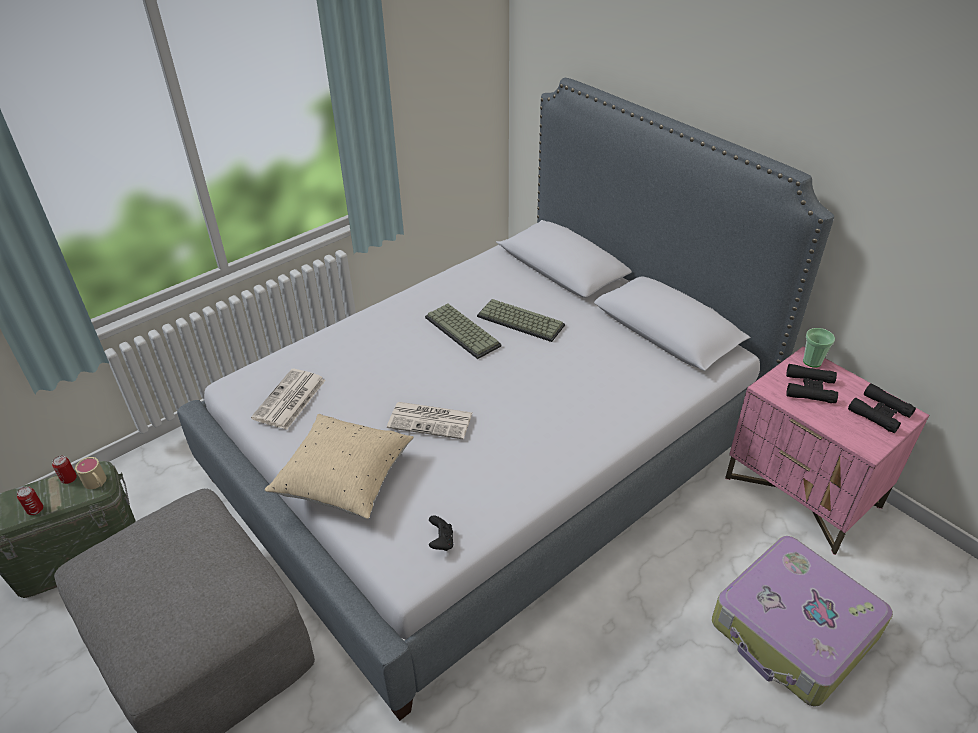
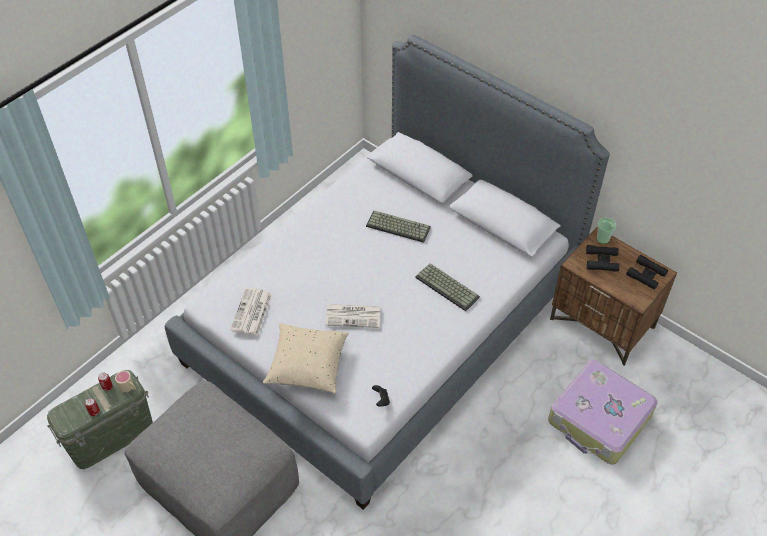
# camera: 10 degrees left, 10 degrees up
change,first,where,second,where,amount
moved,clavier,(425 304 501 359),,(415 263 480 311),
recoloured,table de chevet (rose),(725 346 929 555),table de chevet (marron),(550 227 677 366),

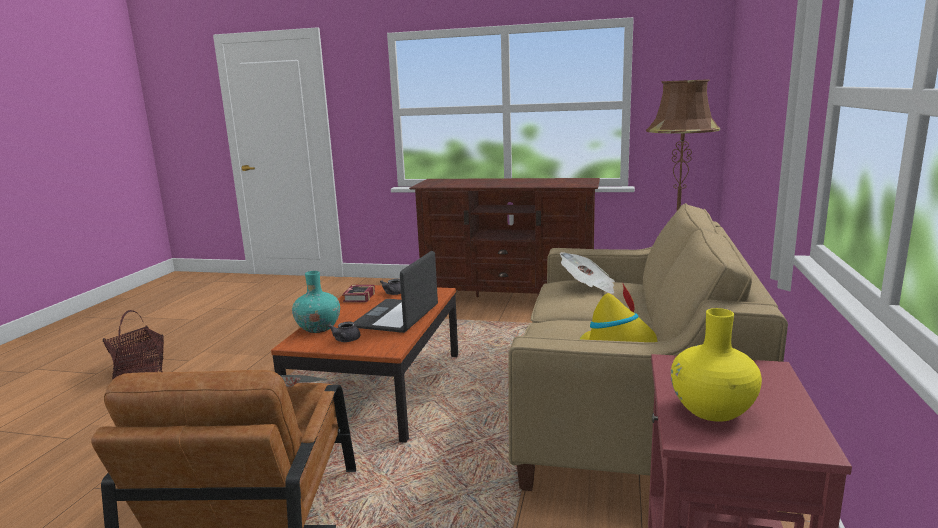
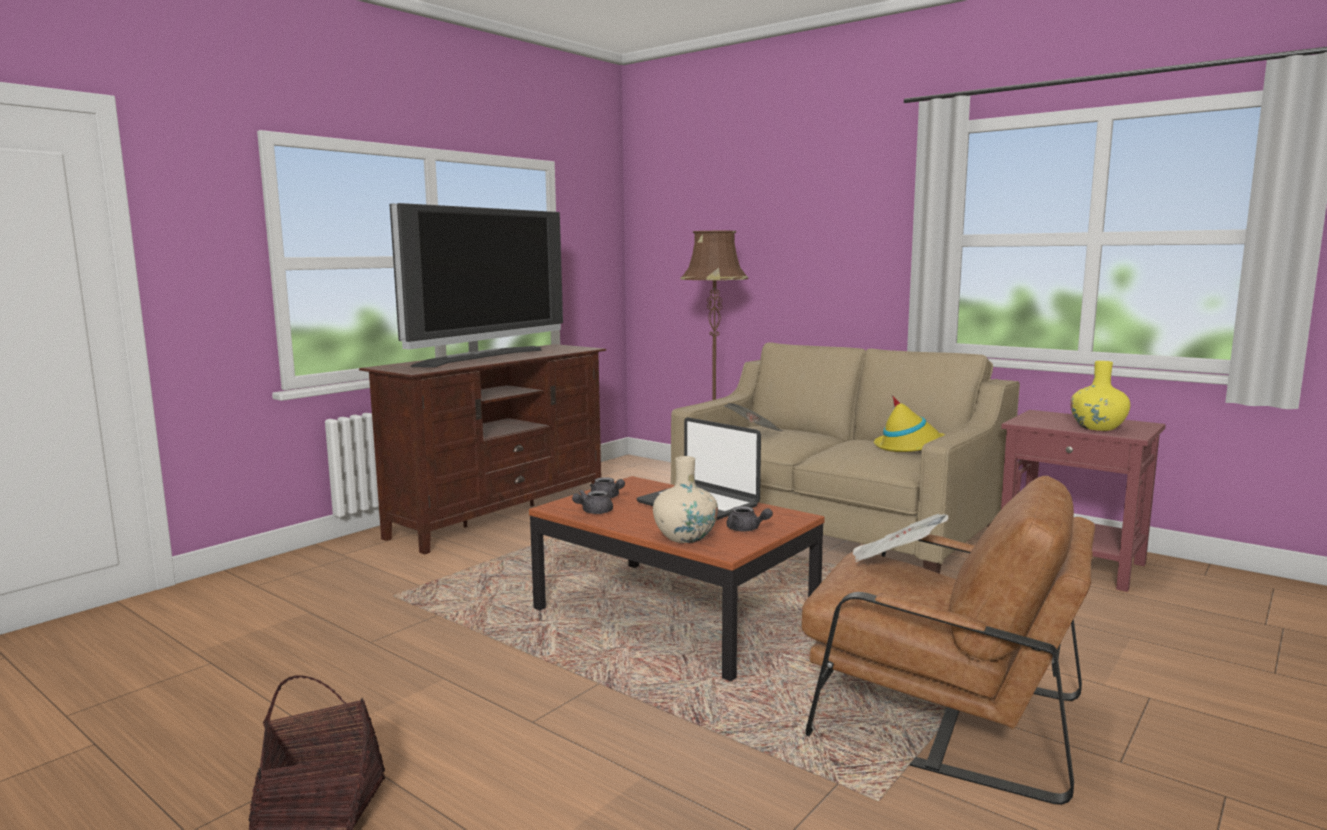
# camera: 65 degrees left, 5 degrees down
change,first,where,second,where,amount
added,,,téléviseur,(390 203 563 368),
replaced,livre,(342 285 375 302),théière (gris),(572 490 613 514),
recoloured,vase (turquoise),(292 271 340 333),vase (beige),(653 456 718 543),

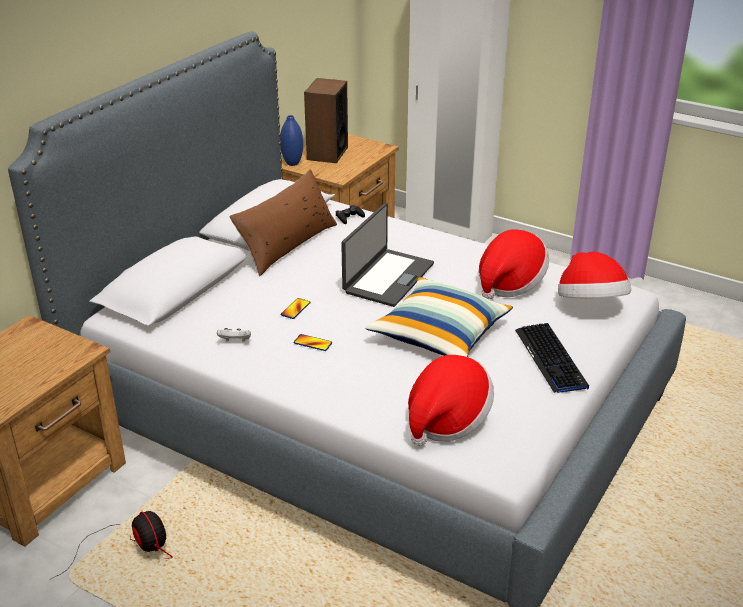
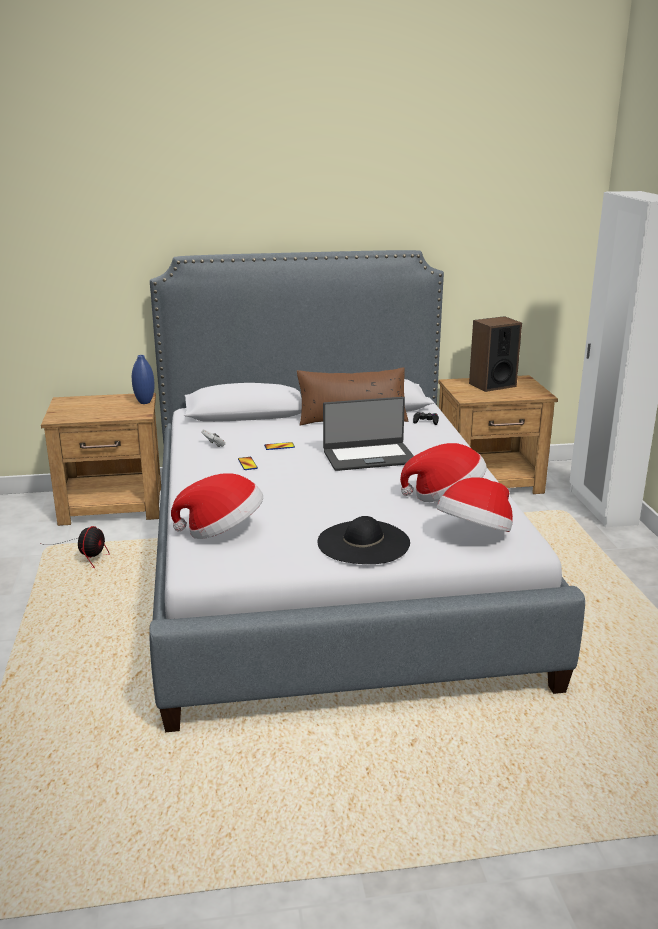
# camera: 50 degrees right, 10 degrees down
change,first,where,second,where,amount
removed,coussin,(365 277 513 357),,,
moved,vase (bleu),(280 115 303 166),,(132 355 155 404),
replaced,clavier,(515 323 589 393),chapeau (noir),(318 516 410 564),

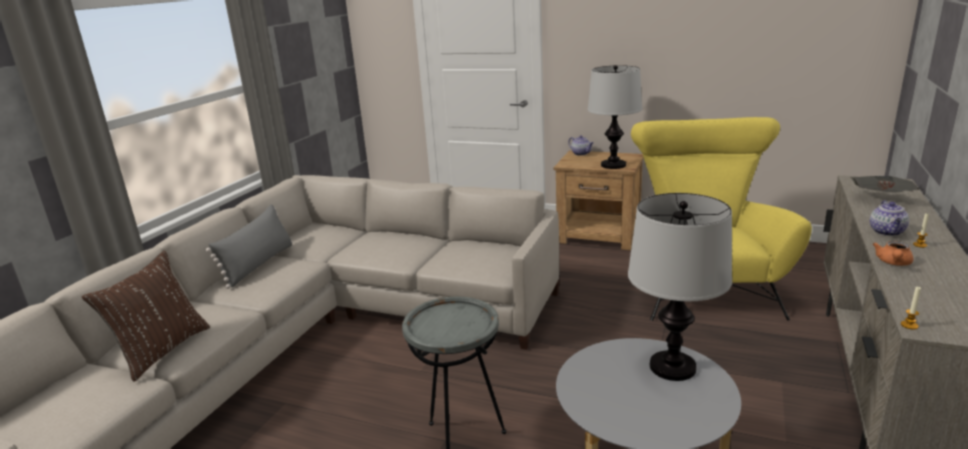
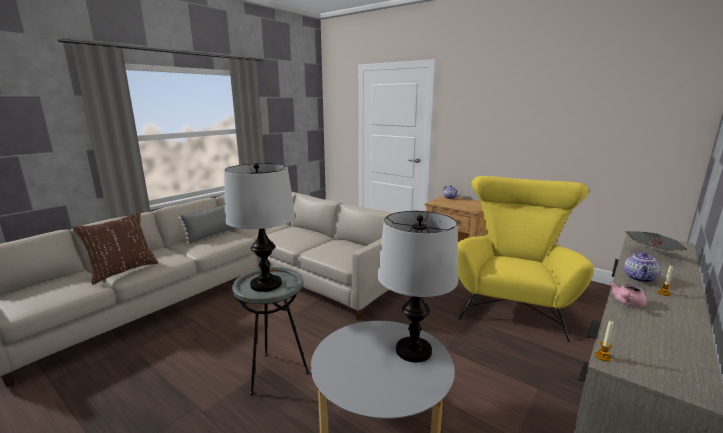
# camera: 15 degrees right, 5 degrees down
change,first,where,second,where,amount
moved,lampe de table,(588 65 642 169),,(224 163 295 292),
recoloured,théière (orange),(872 241 913 266),théière (rose),(609 282 647 307),

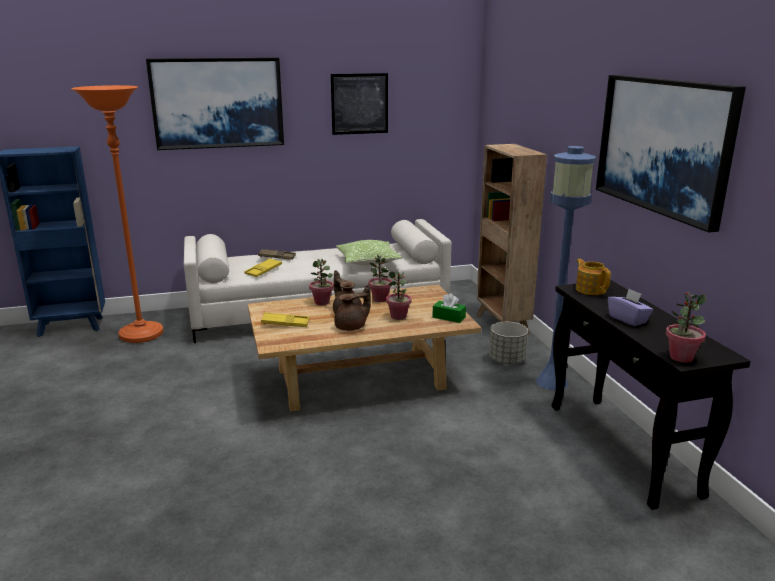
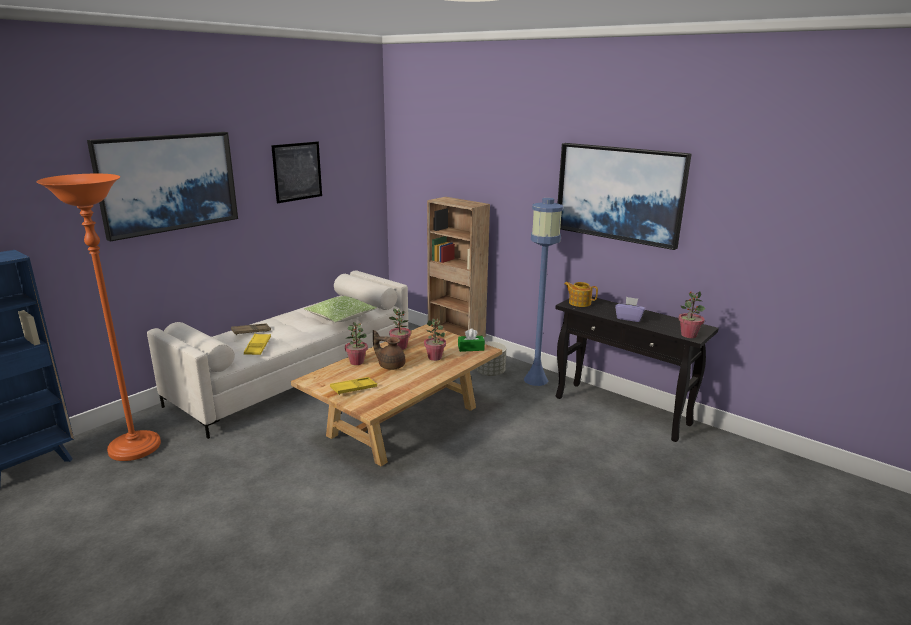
# camera: 35 degrees left, 0 degrees up
change,first,where,second,where,amount
removed,théière (marron),(334 284 371 331),,,

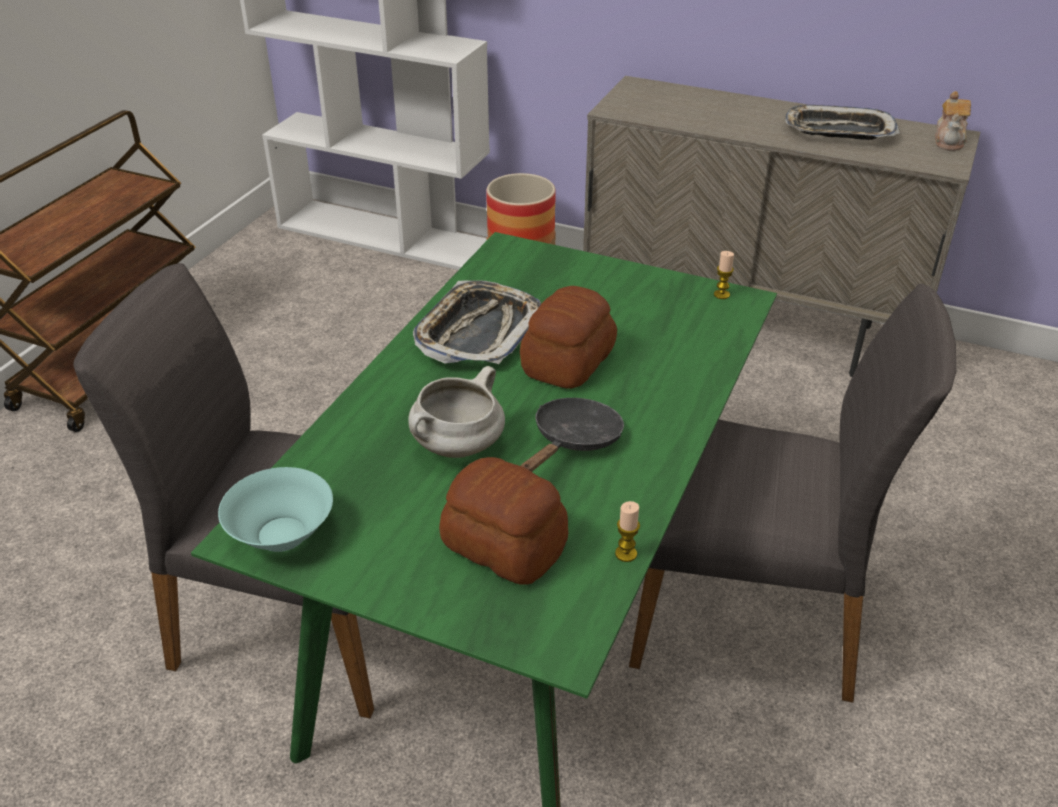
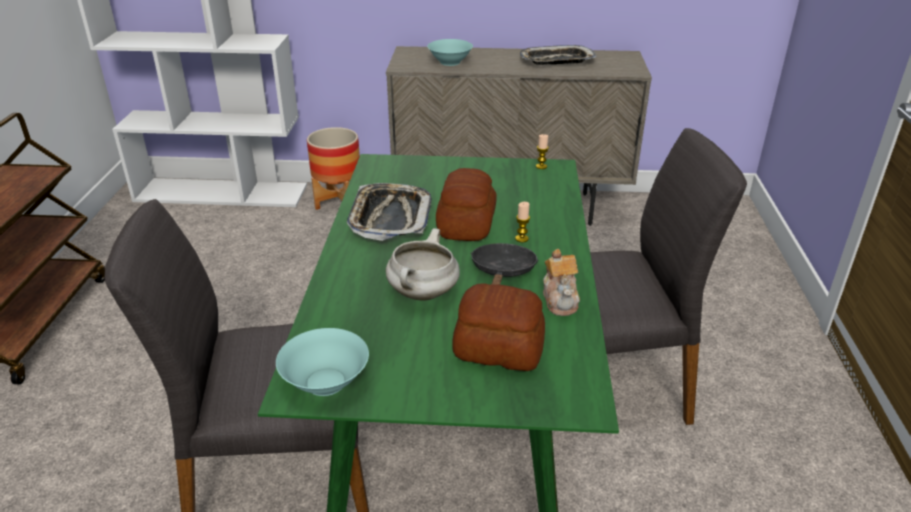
# camera: 20 degrees left, 5 degrees down
change,first,where,second,where,amount
added,,,bol (turquoise),(427 39 473 66),
moved,bougie,(615 501 640 562),,(515 202 530 242),
moved,théière,(935 91 971 151),,(543 249 580 316),

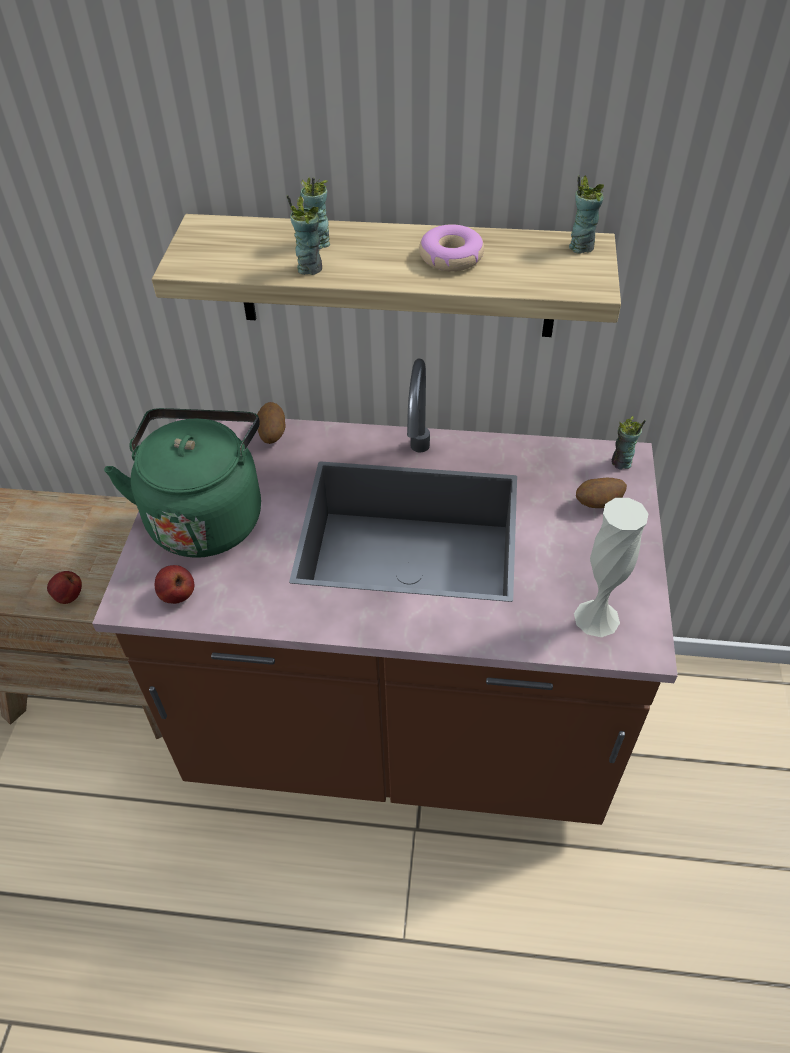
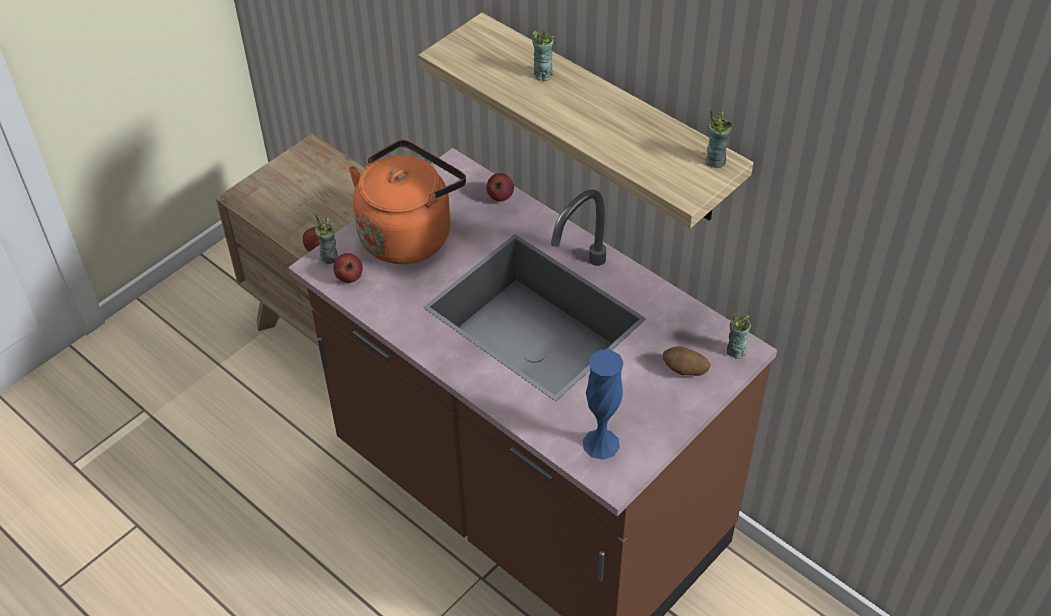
# camera: 35 degrees right, 0 degrees up
change,first,where,second,where,amount
removed,beignet,(419 224 484 271),,,
moved,tasse,(287 194 322 275),,(315 215 338 264),
replaced,pomme de terre,(257 402 285 444),pomme,(486 173 514 202),
recoloured,bouilloire (vert),(104 408 261 558),bouilloire (orange),(349 140 466 264),
recoloured,vase (blanc),(574 498 649 637),vase (bleu),(583 350 623 460),

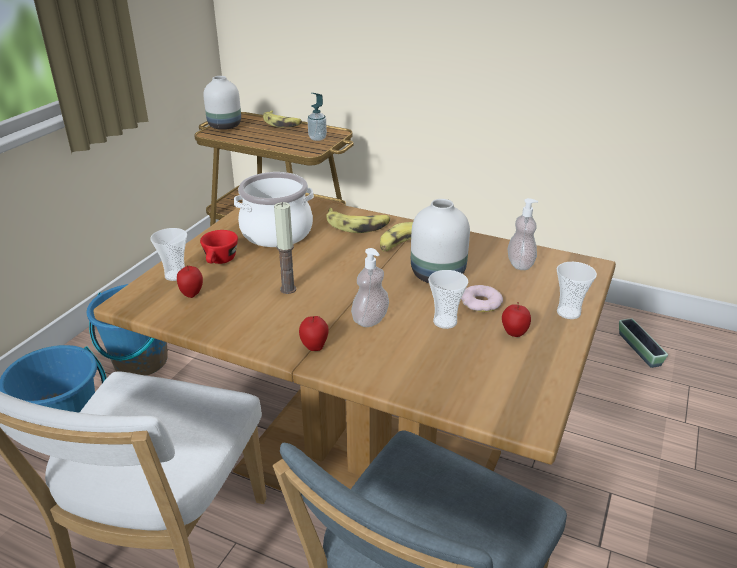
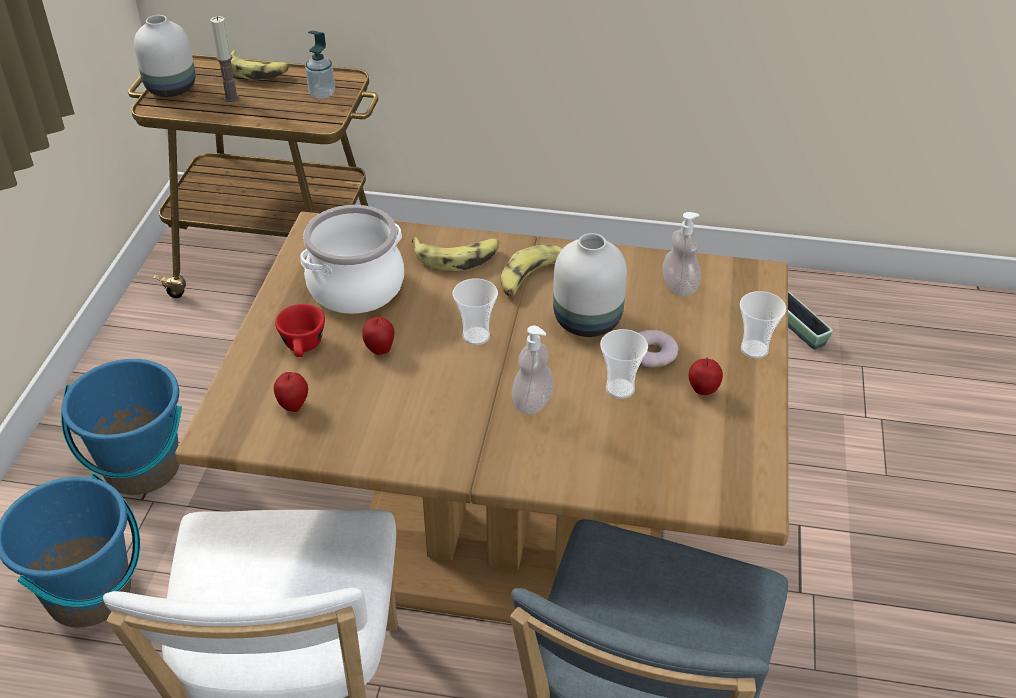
# camera: 15 degrees left, 10 degrees up
change,first,where,second,where,amount
moved,tasse,(150 228 187 281),,(453 278 498 345),
moved,bougie,(274 202 296 294),,(210 16 239 102),
moved,pomme,(299 316 329 351),,(362 317 394 355),

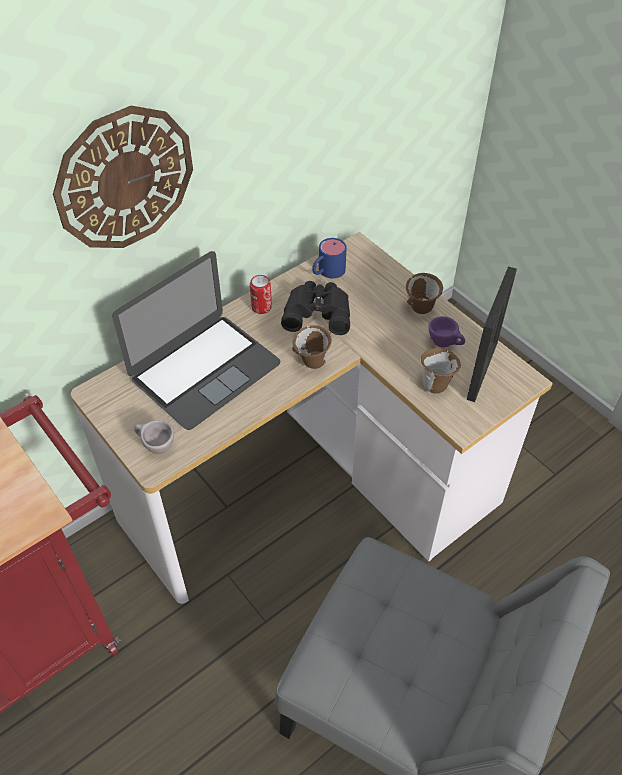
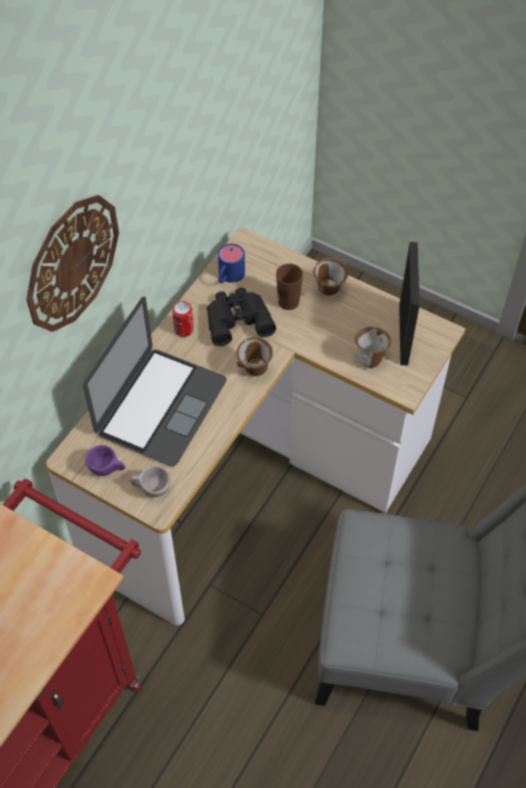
# camera: 20 degrees left, 5 degrees up
change,first,where,second,where,amount
added,,,tasse (marron),(276 264 303 310),
moved,tasse (violet),(428 316 465 348),,(85 445 126 476),

